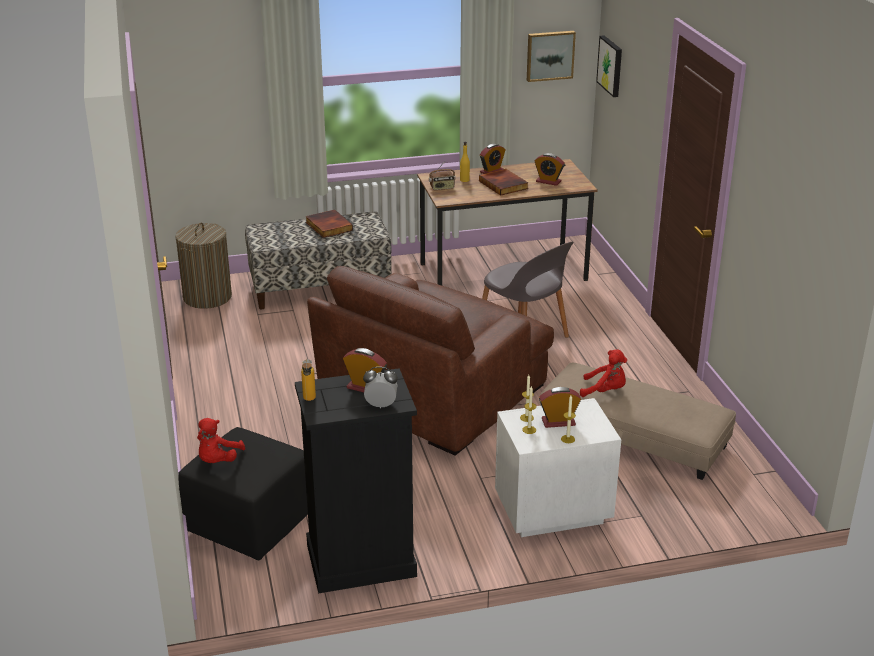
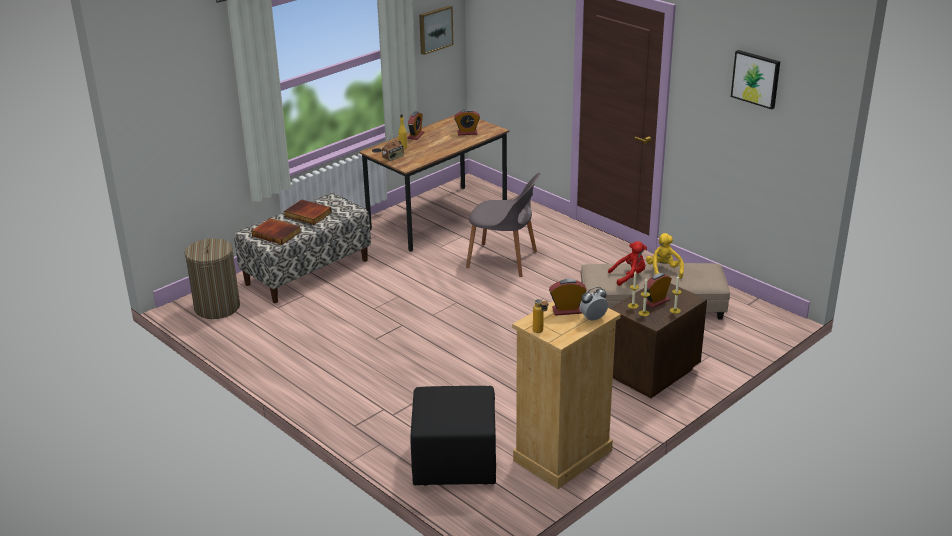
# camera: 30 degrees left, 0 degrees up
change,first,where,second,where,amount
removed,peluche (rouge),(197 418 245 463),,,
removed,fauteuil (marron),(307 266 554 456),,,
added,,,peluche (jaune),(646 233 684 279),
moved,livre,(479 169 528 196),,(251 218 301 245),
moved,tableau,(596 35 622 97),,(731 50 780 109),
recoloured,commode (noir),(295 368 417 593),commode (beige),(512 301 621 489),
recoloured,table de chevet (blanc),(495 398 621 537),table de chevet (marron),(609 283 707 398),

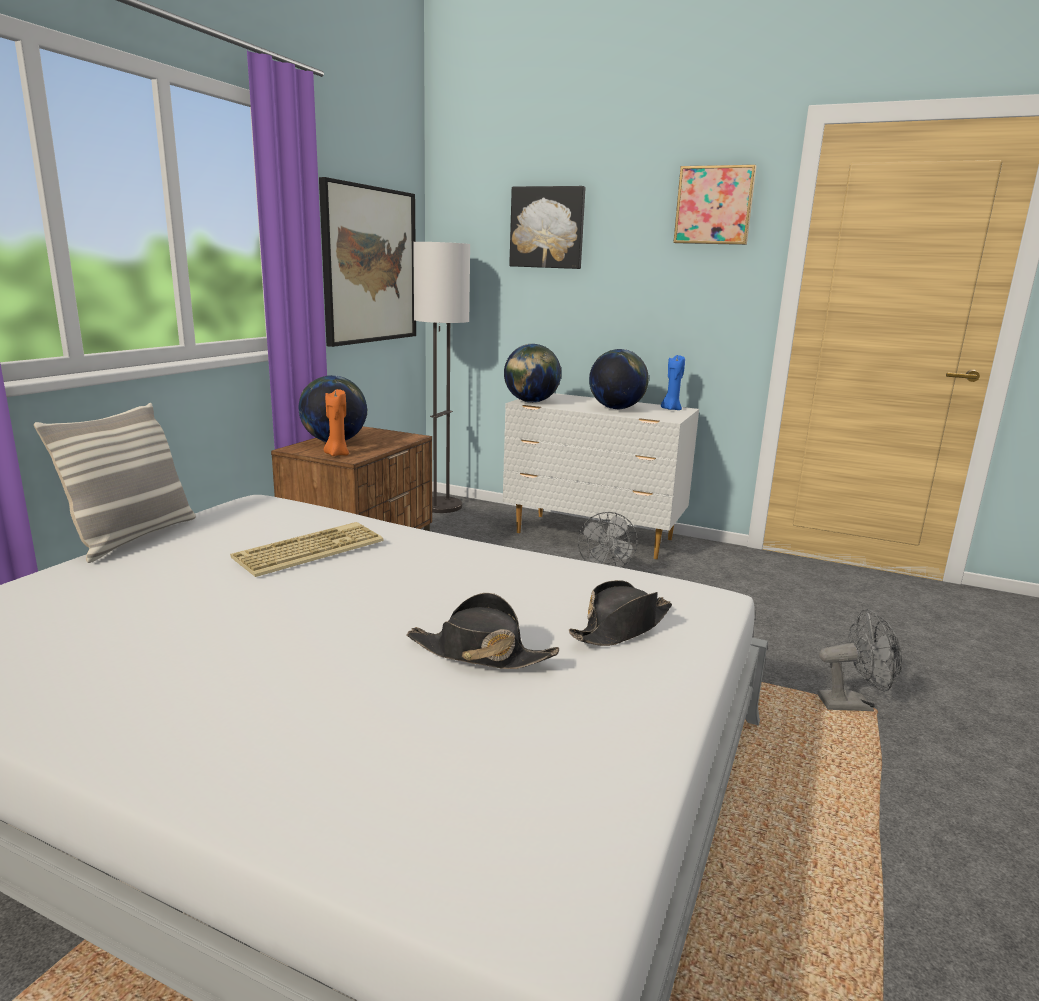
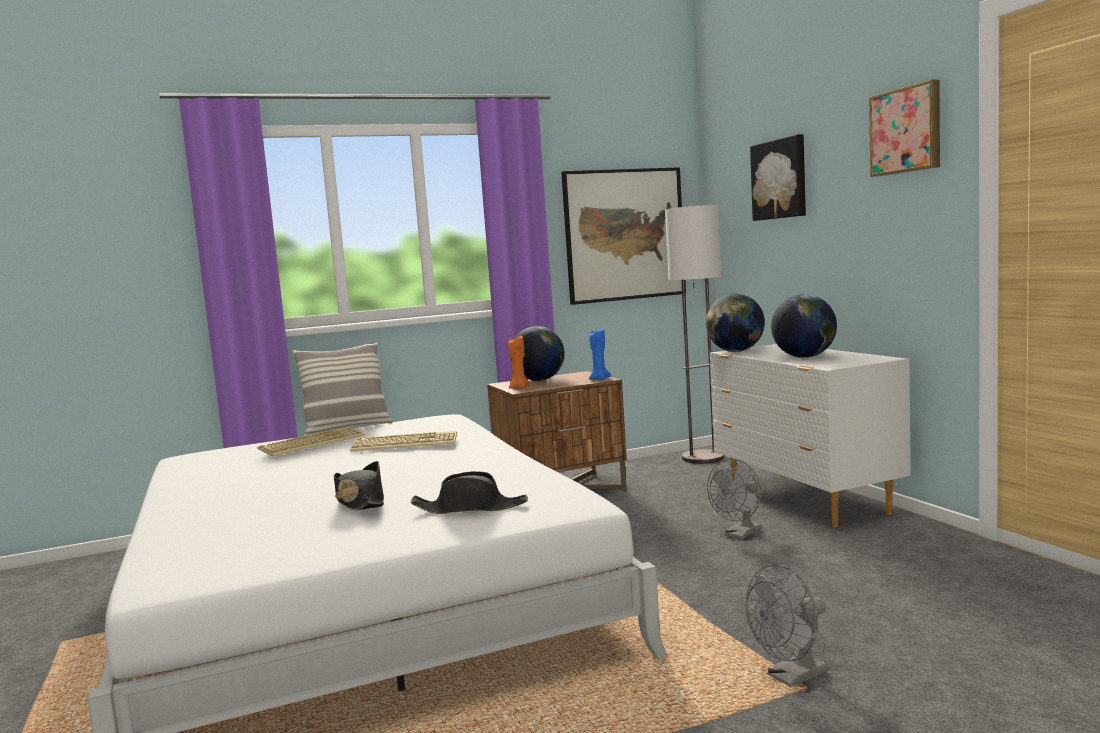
# camera: 45 degrees right, 10 degrees down
change,first,where,second,where,amount
added,,,clavier,(257 427 365 456),
moved,bougie (bleu),(661 355 685 410),,(589 328 611 381),
turned,ventilateur (gris),(818 609 902 711),,(746 564 828 687),105 degrees clockwise

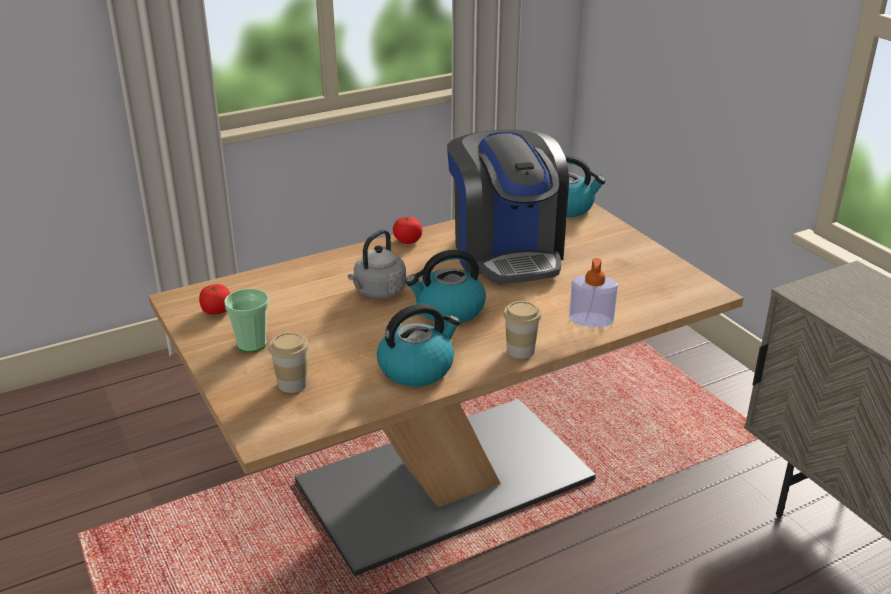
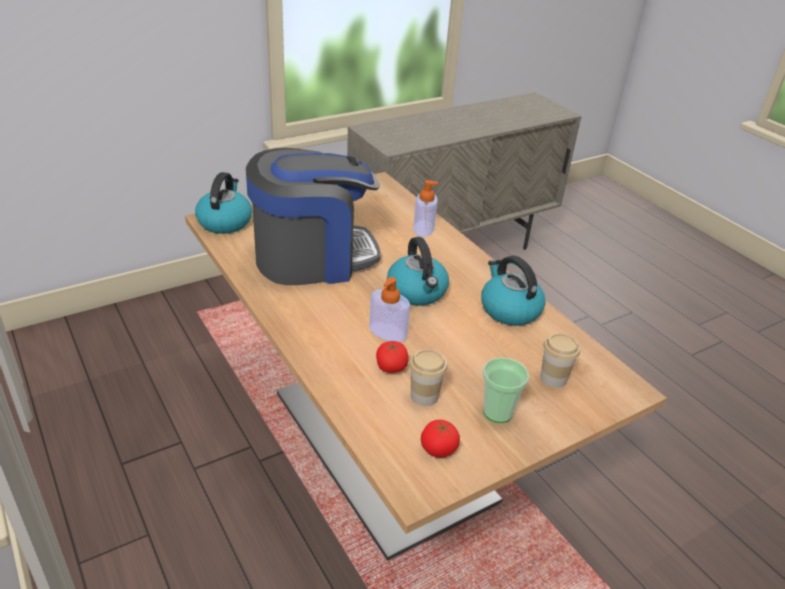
# camera: 95 degrees left, 5 degrees up
change,first,where,second,where,amount
moved,tomate,(393 216 422 244),,(376 341 408 373),
moved,tasse,(503 301 541 359),,(409 349 447 406),
replaced,bouilloire (gris),(348 229 406 298),distributeur de savon,(369 277 410 342),

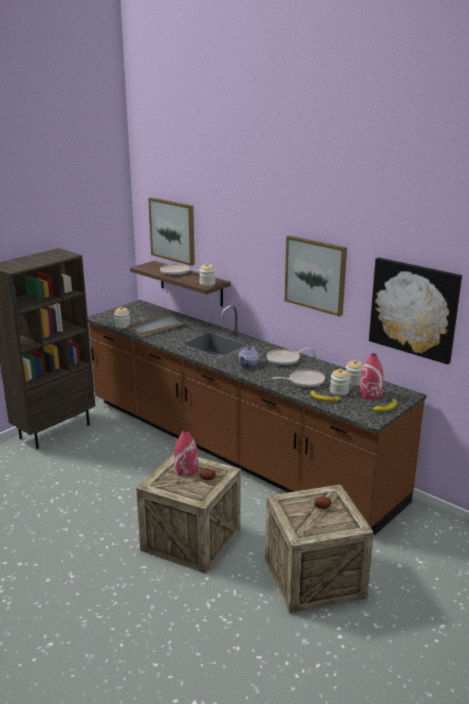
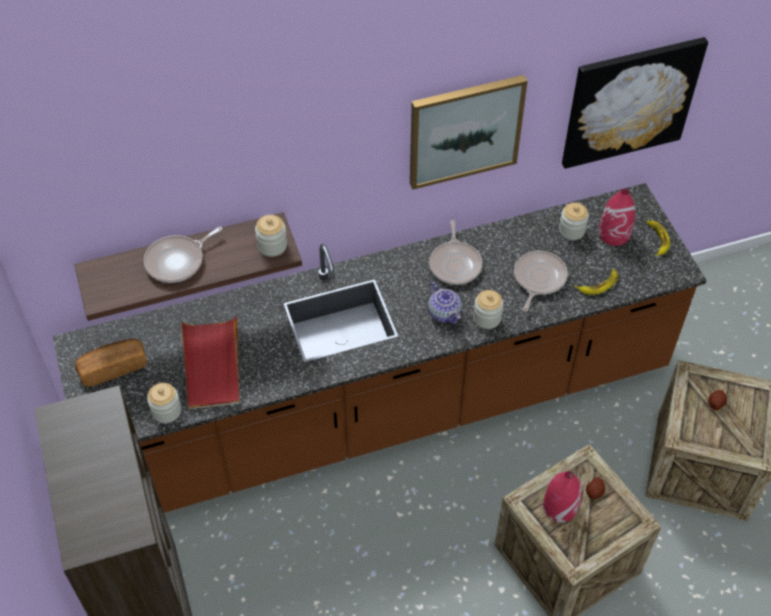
# camera: 60 degrees left, 30 degrees up
change,first,where,second,where,amount
removed,tableau,(148 197 195 266),,,
added,,,pain,(75 339 147 387),
moved,bocal,(330 369 350 396),,(473 290 504 329),
recoloured,plateau (gris),(127 313 187 337),plateau (rouge),(181 316 240 409),

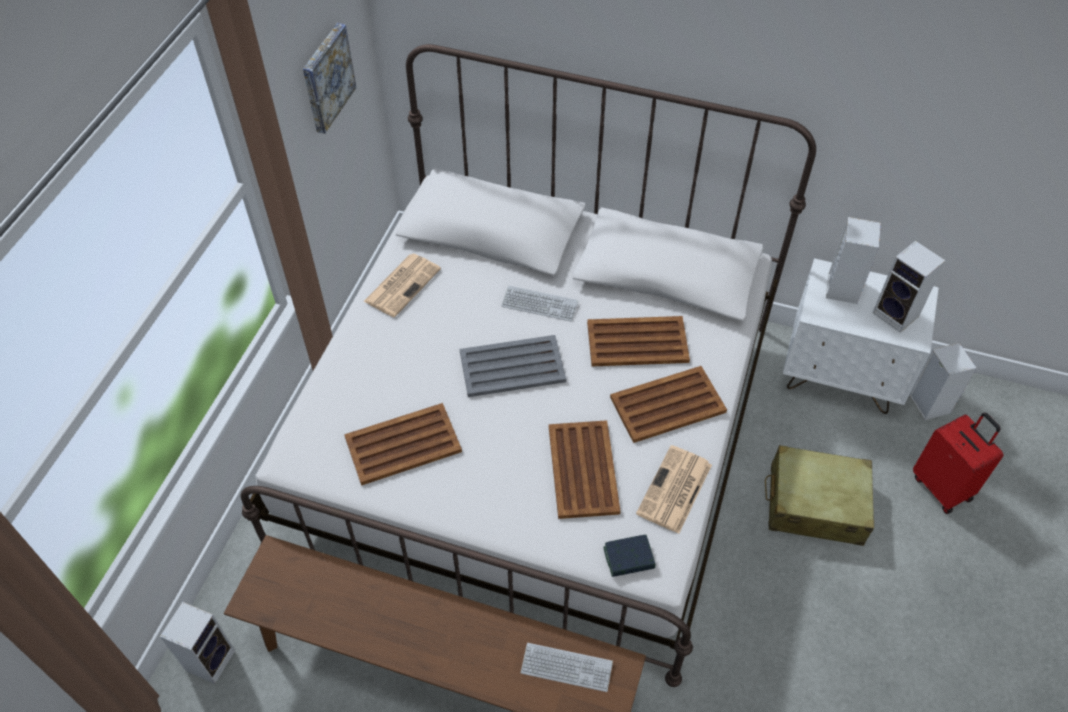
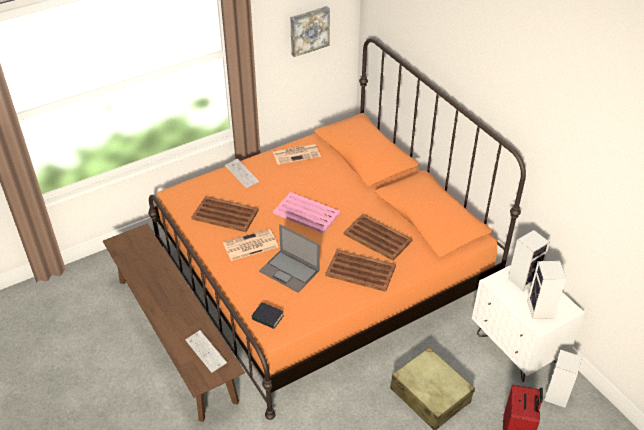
# camera: 40 degrees right, 10 degrees down
change,first,where,second,where,amount
removed,enceinte,(160 602 236 684),,,
moved,clavier,(501 286 578 322),,(225 159 259 188),
moved,journal,(636 445 712 534),,(223 229 278 261),
replaced,plateau (marron),(549 420 621 519),ordinateur portable,(259 225 320 293),
recoloured,lit (blanc),(241 44 816 687),lit (orange),(148 38 526 420),
recoloured,plateau (gris),(460 335 566 397),plateau (rose),(273 192 340 234),

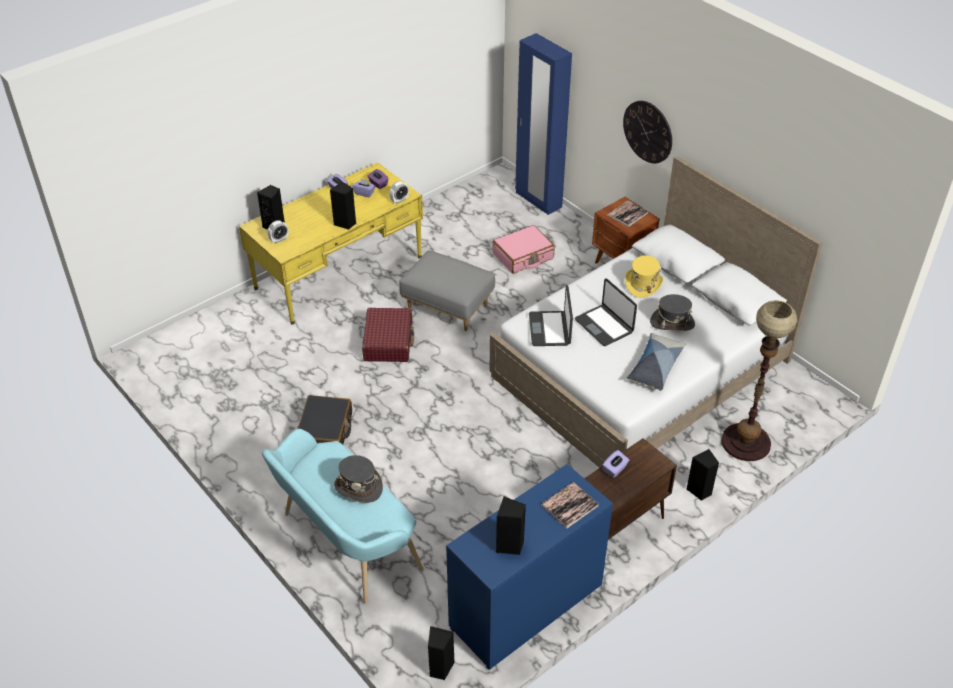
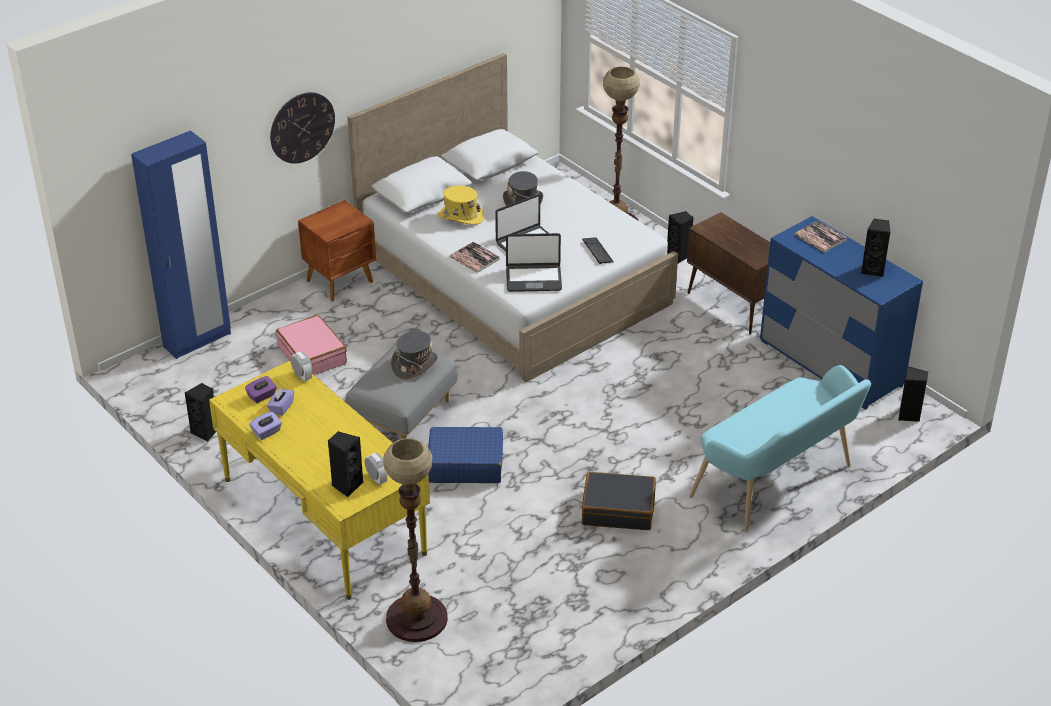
# camera: 90 degrees left, 5 degrees down
change,first,where,second,where,amount
removed,boîte à mouchoirs (violet),(602 450 629 478),,,
removed,coussin,(627 333 686 391),,,
added,,,lampadaire,(383 438 448 642),
added,,,clavier,(582 238 614 264),
moved,enceinte (noir),(330 181 356 230),,(185 383 216 442),
moved,chapeau (gris),(334 455 383 503),,(391 331 438 379),
moved,livre,(607 200 649 227),,(450 242 500 273),
recoloured,valise (rouge),(362 308 414 362),valise (bleu),(428 427 503 483),

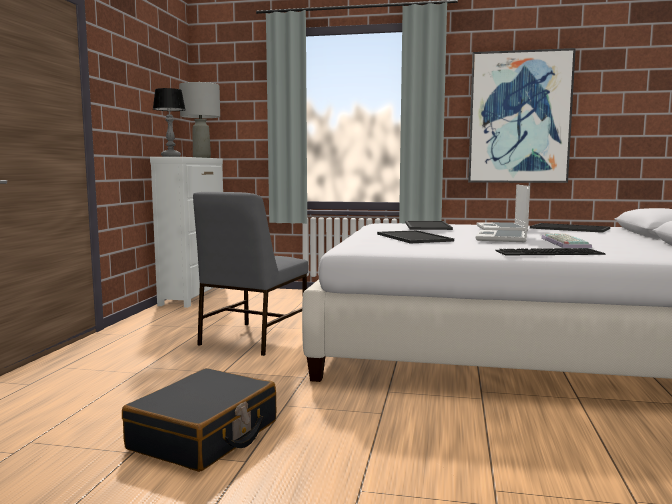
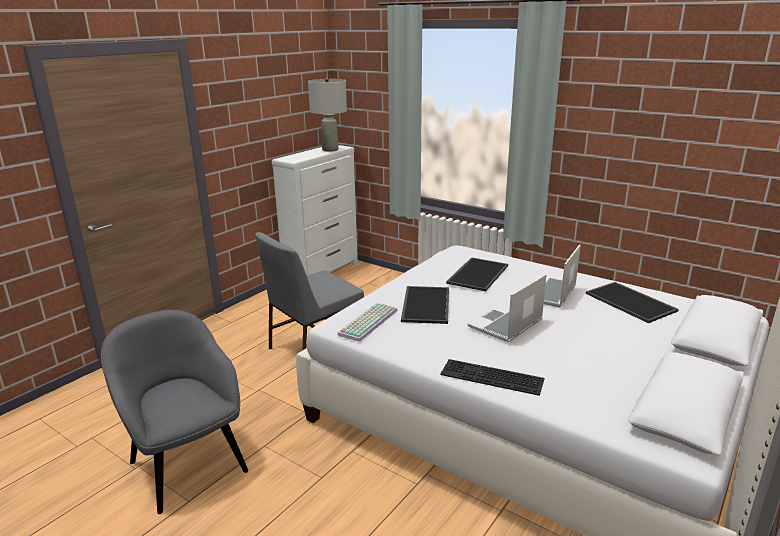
# camera: 25 degrees right, 15 degrees up
change,first,where,second,where,amount
removed,lampe de table,(153 88 185 157),,,
removed,tableau,(468 48 576 183),,,
moved,clavier,(541 233 592 248),,(337 303 397 342),
replaced,valise (noir),(122 368 276 472),fauteuil (gris),(101 310 248 514),

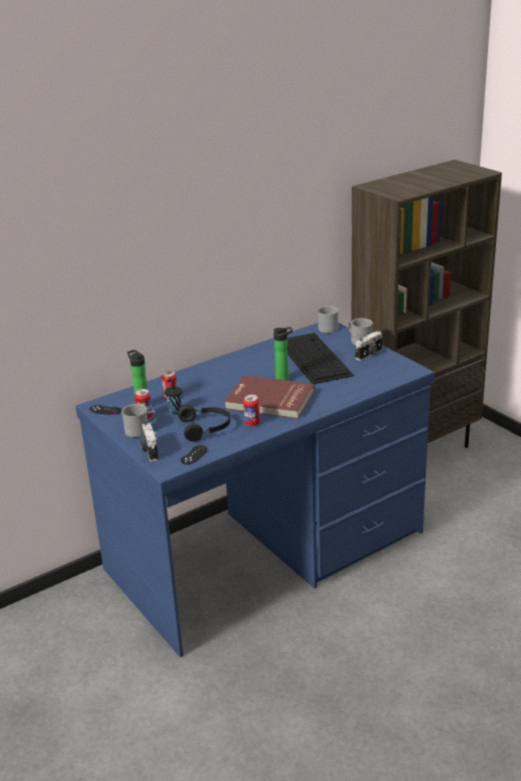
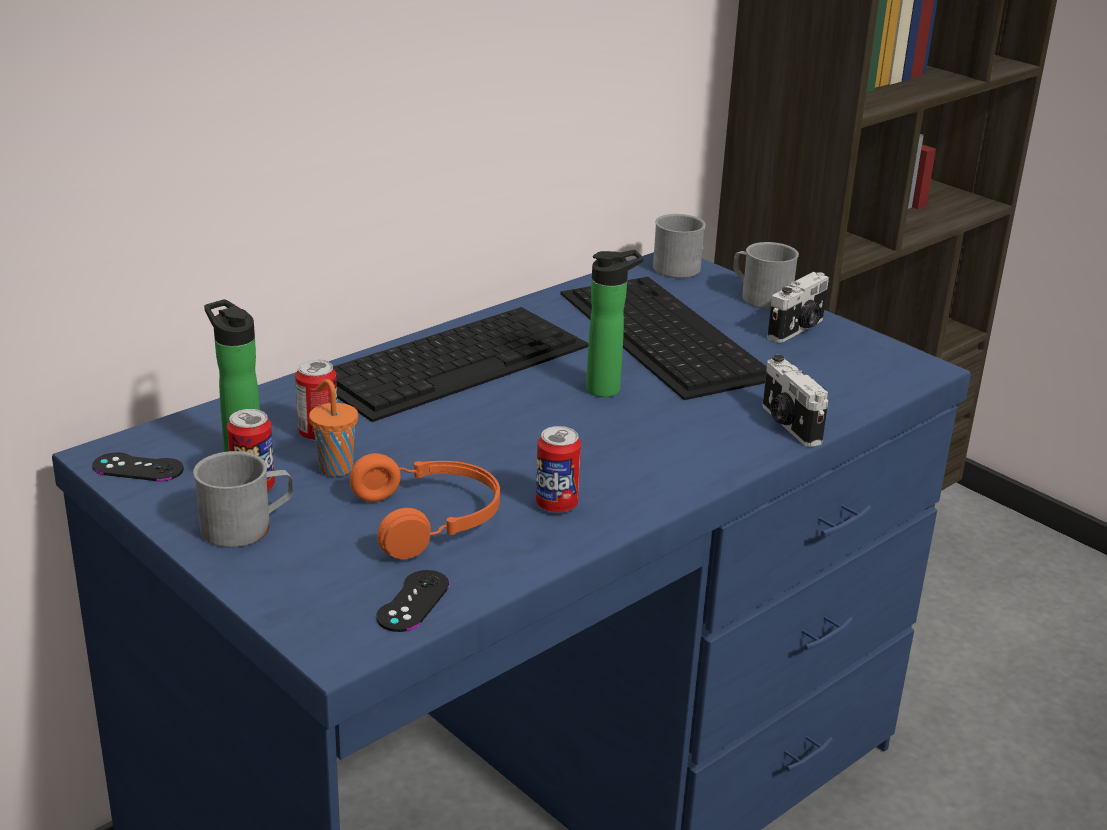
# camera: 10 degrees left, 0 degrees up
change,first,where,second,where,amount
removed,livre (rouge),(224 375 315 419),,,
added,,,clavier,(333 307 588 422),
moved,appareil photo,(141 422 158 462),,(762 355 828 447),
recoloured,tasse (noir),(164 378 182 414),tasse (orange),(309 379 358 477),
recoloured,casque audio (noir),(178 405 230 442),casque audio (orange),(350 453 500 559),

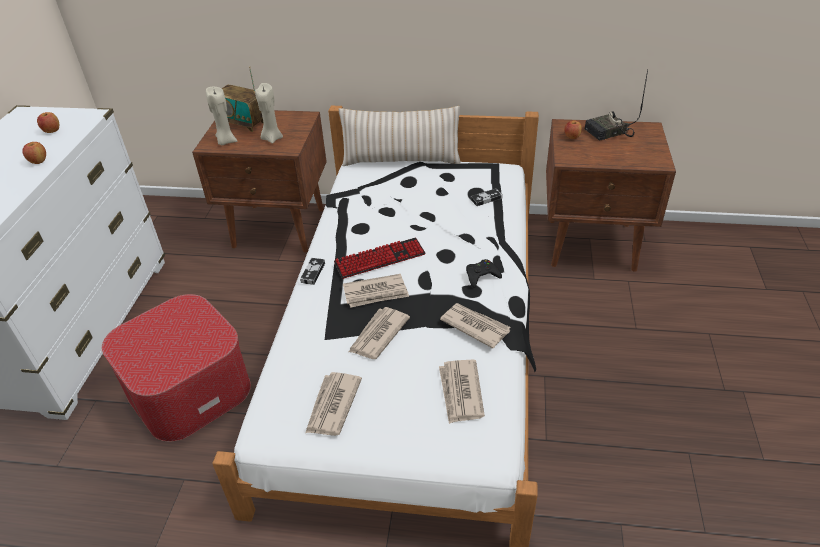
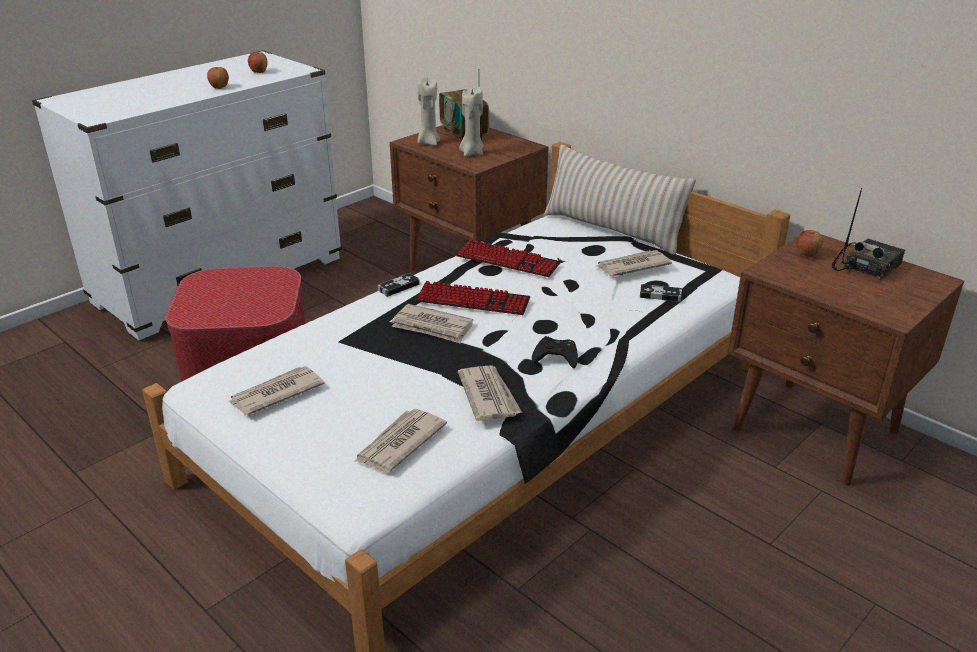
# camera: 35 degrees right, 10 degrees down
change,first,where,second,where,amount
added,,,clavier,(456 239 561 277),
moved,journal,(349 307 410 359),,(597 250 672 276),
turned,radio,(585 69 648 141),,(832 188 905 280),120 degrees clockwise

